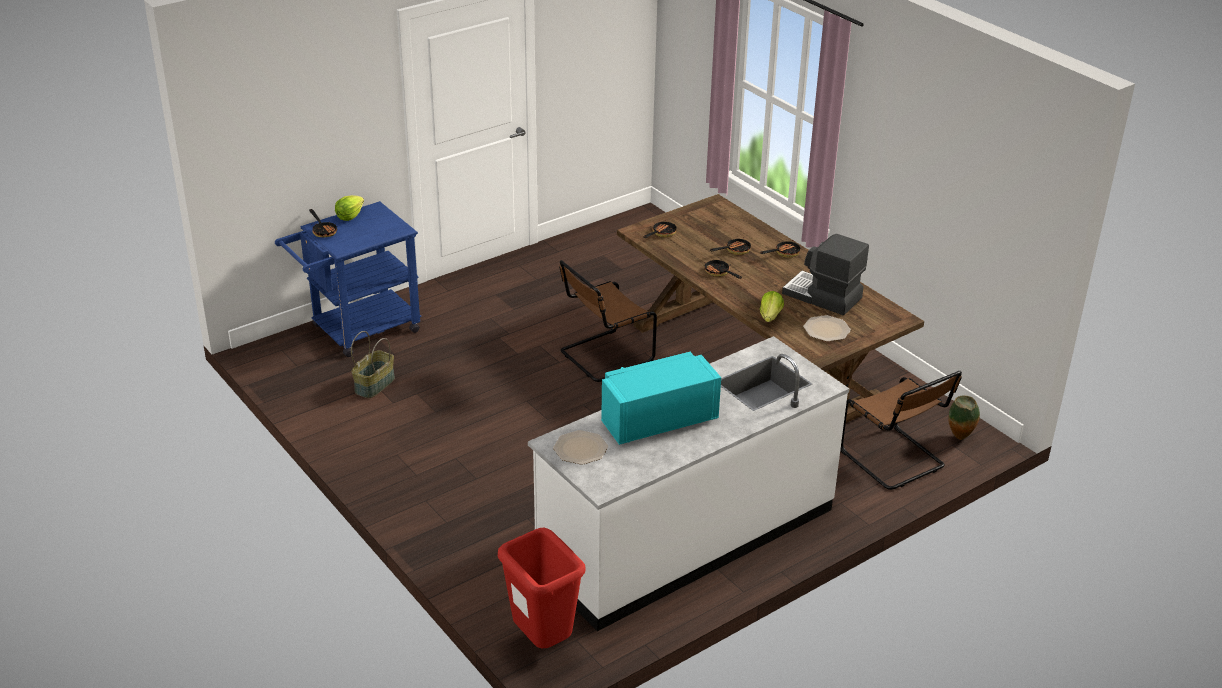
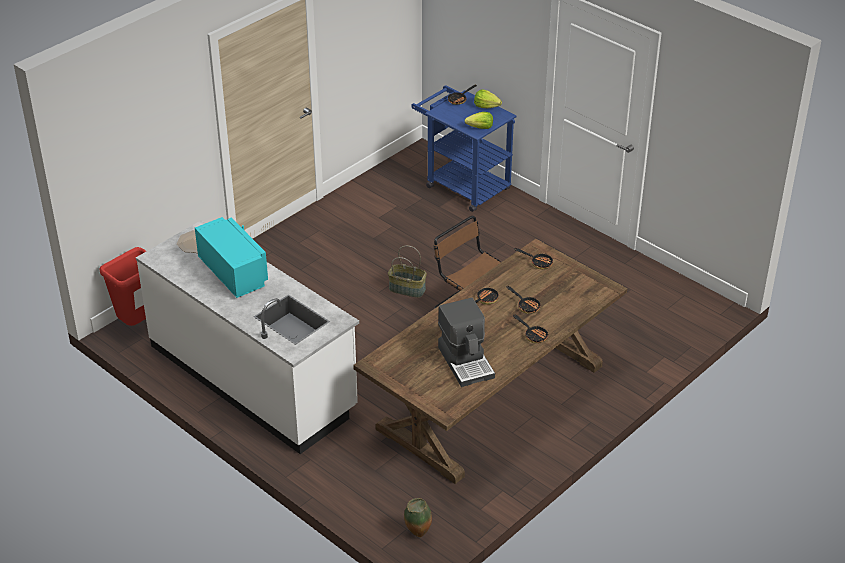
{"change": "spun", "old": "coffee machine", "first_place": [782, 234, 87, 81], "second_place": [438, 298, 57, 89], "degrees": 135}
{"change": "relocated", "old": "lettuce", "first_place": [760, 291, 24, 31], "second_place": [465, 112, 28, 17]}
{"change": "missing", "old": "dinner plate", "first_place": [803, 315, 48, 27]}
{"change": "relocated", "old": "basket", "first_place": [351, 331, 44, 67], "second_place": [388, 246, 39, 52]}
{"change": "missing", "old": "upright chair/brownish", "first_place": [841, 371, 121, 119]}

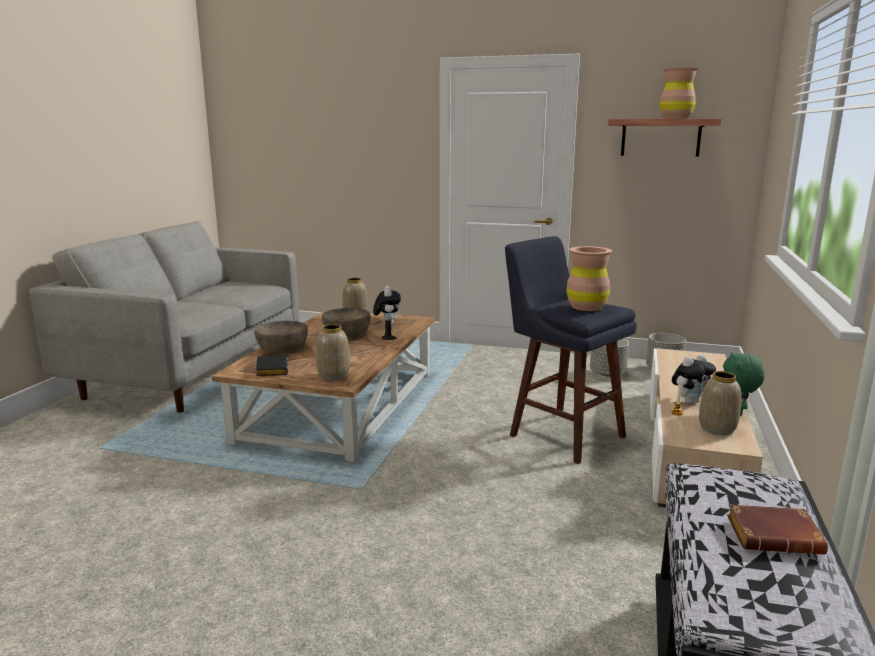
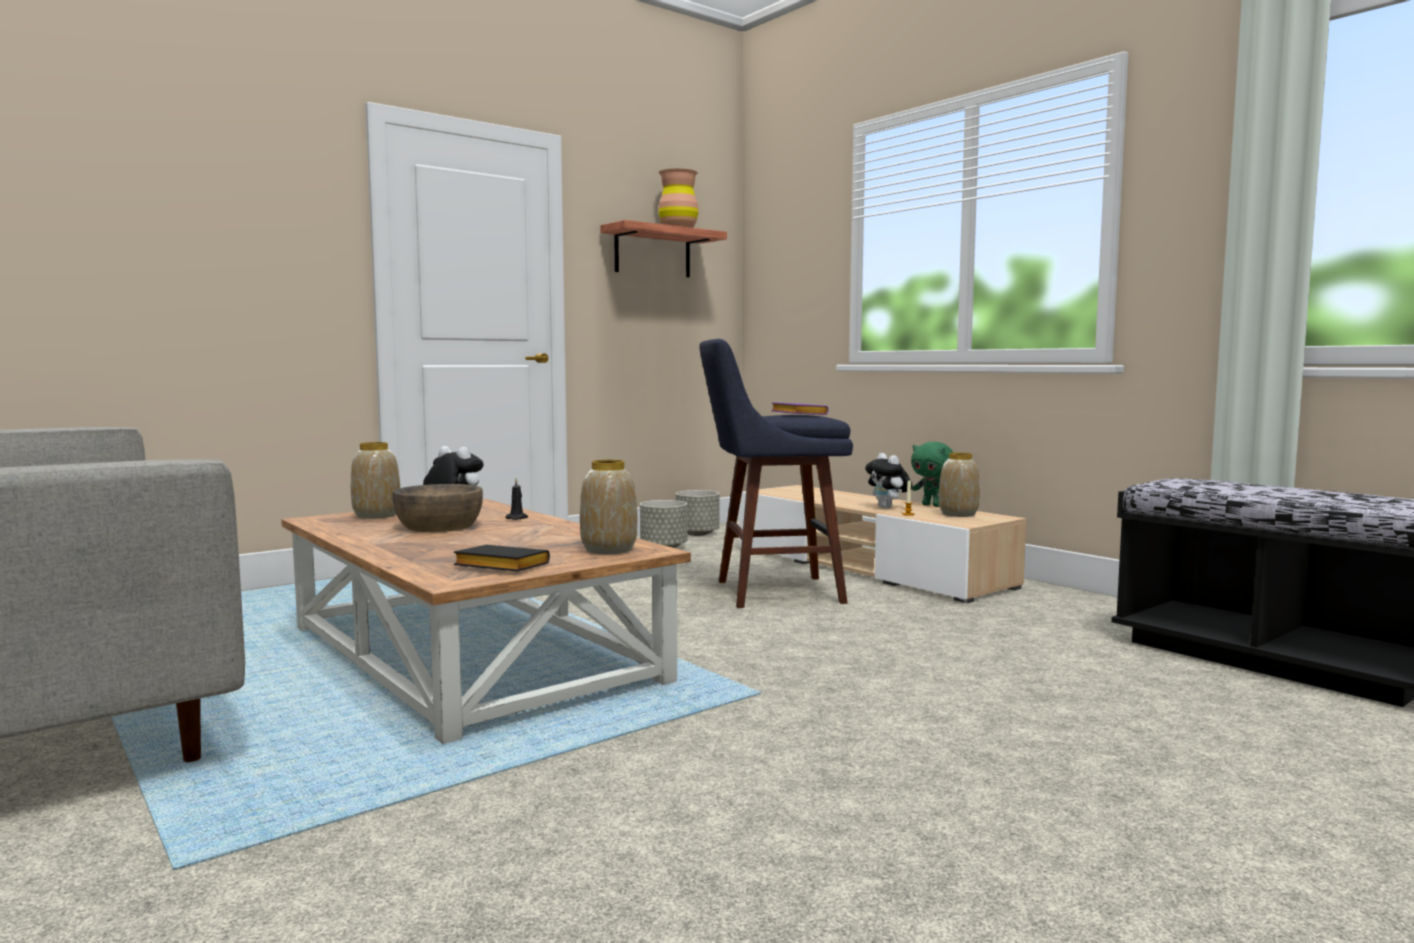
{"change": "exchanged", "old": "vase/brownish", "new": "volume/purple-coloured", "first_place": [566, 246, 46, 65], "second_place": [771, 402, 58, 13]}
{"change": "missing", "old": "bowl/brownish", "first_place": [255, 321, 53, 34]}
{"change": "spun", "old": "plush toy", "first_place": [672, 354, 44, 50], "second_place": [865, 453, 48, 56], "degrees": 150}
{"change": "missing", "old": "volume/brownish", "first_place": [727, 505, 101, 50]}

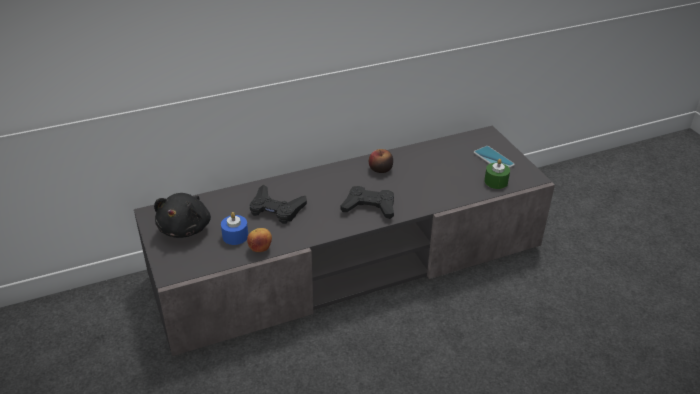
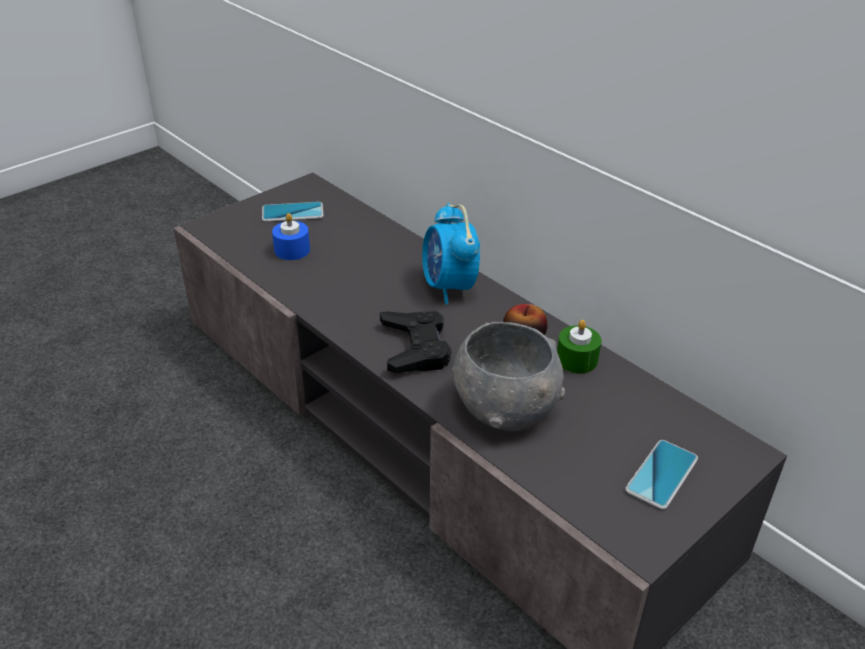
{"change": "relocated", "old": "wax light/greenish", "first_place": [484, 159, 26, 30], "second_place": [557, 320, 44, 54]}
{"change": "missing", "old": "joypad/black", "first_place": [250, 185, 57, 39]}
{"change": "exchanged", "old": "plush toy/black", "new": "telephone", "first_place": [154, 193, 57, 45], "second_place": [262, 202, 62, 20]}
{"change": "missing", "old": "apple", "first_place": [247, 228, 25, 24]}
{"change": "appeared", "new": "alarm clock", "second_place": [422, 203, 58, 101]}
{"change": "appeared", "new": "bowl/greyish", "second_place": [452, 322, 113, 109]}

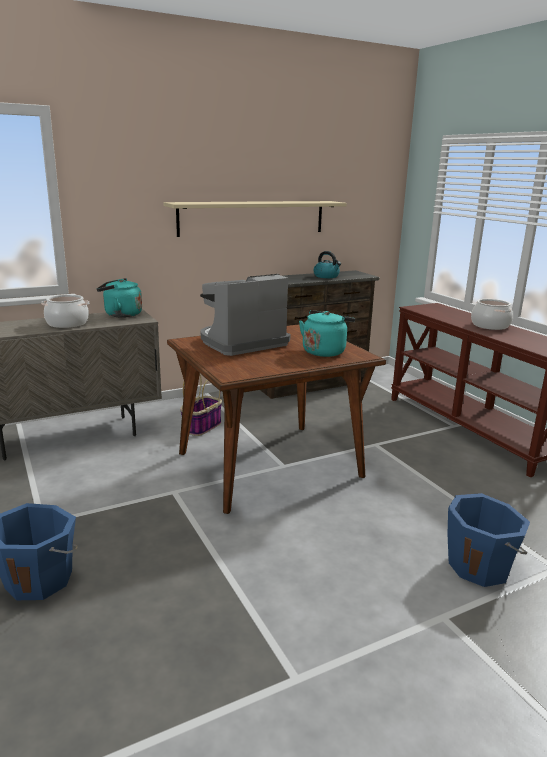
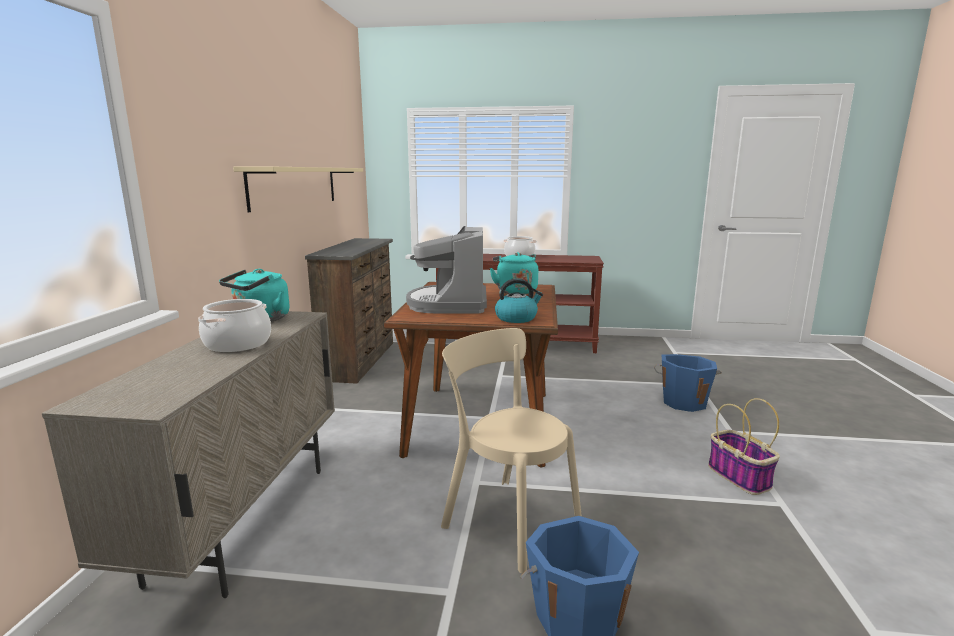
{"change": "relocated", "old": "tea kettle", "first_place": [314, 251, 27, 27], "second_place": [495, 278, 48, 45]}
{"change": "relocated", "old": "basket", "first_place": [180, 375, 42, 61], "second_place": [708, 398, 72, 97]}
{"change": "appeared", "new": "upright chair/beige", "second_place": [441, 328, 141, 245]}

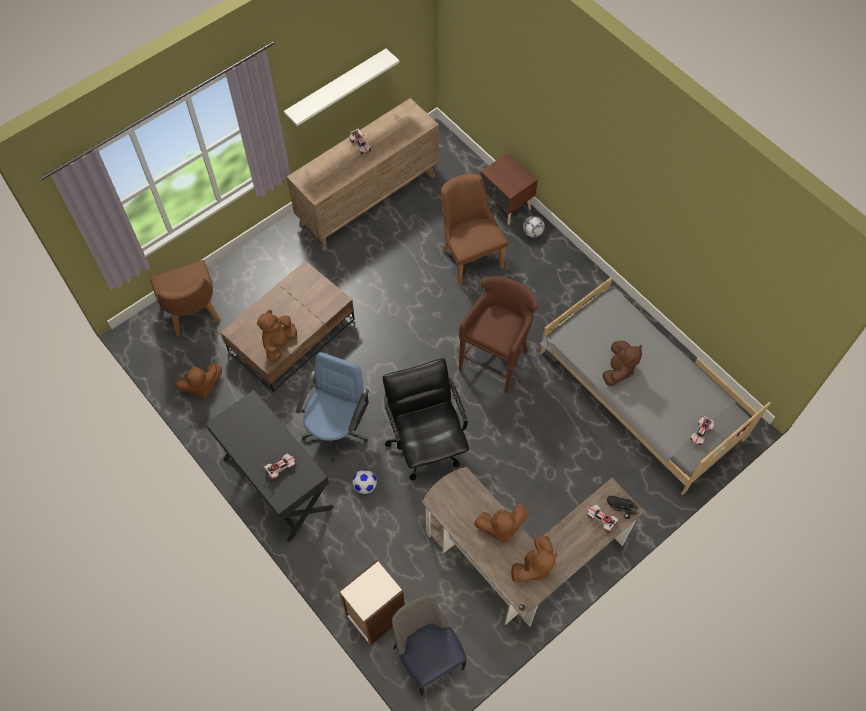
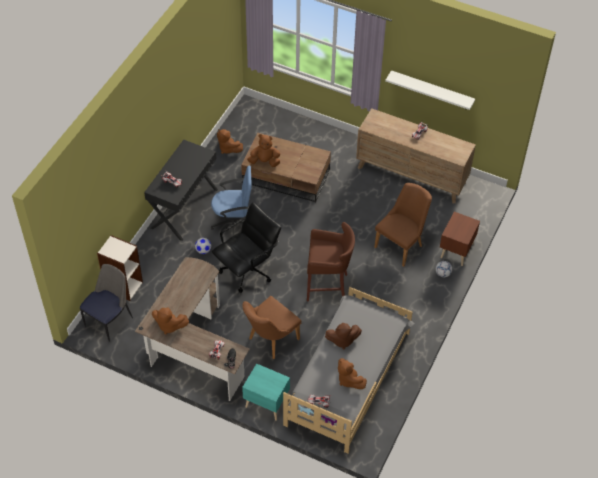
{"change": "relocated", "old": "upright chair/brownish", "first_place": [150, 260, 71, 77], "second_place": [243, 296, 59, 63]}
{"change": "relocated", "old": "plush toy/brownish", "first_place": [474, 504, 55, 39], "second_place": [338, 358, 29, 31]}
{"change": "appeared", "new": "bedside table/blue-green", "second_place": [242, 363, 48, 58]}

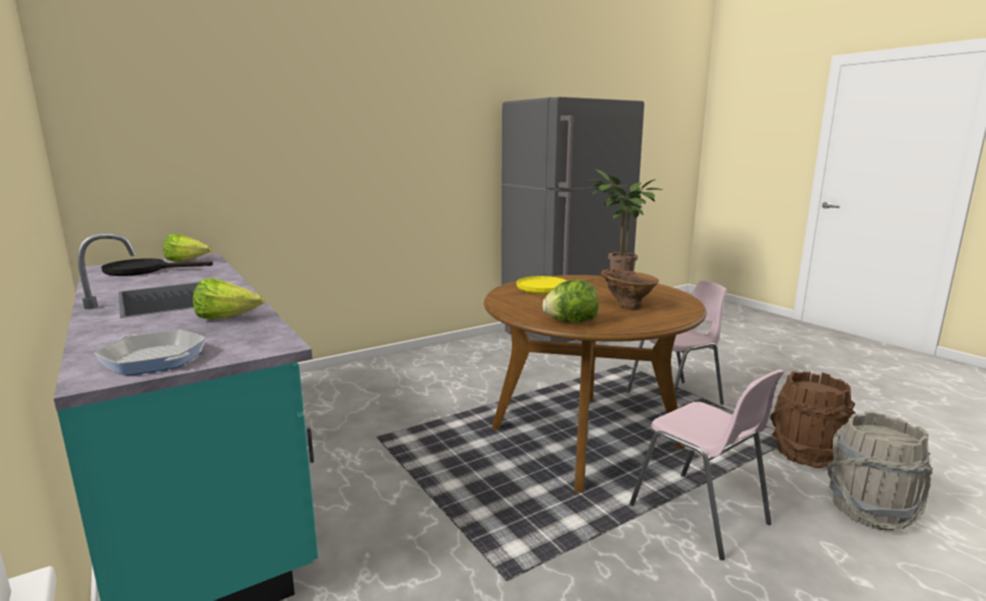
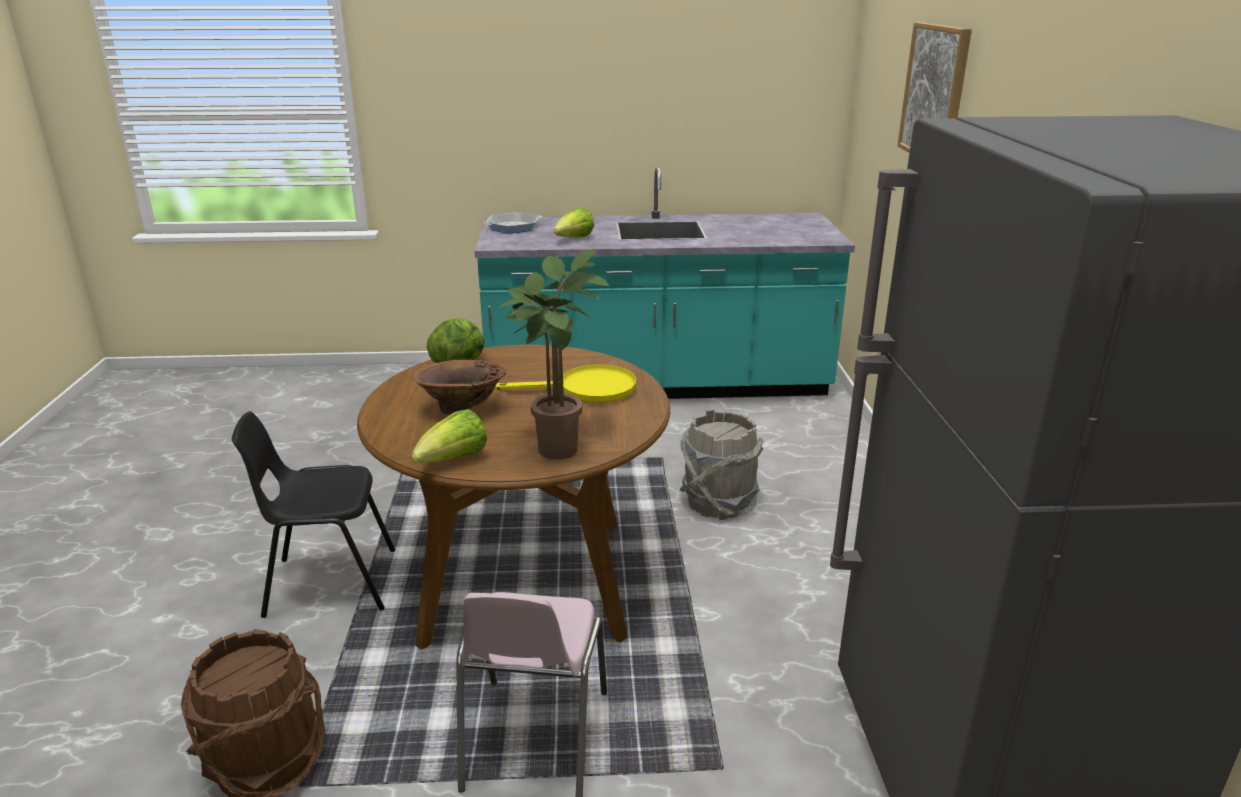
{"change": "relocated", "old": "lettuce", "first_place": [163, 234, 48, 28], "second_place": [412, 409, 75, 54]}
{"change": "missing", "old": "skillet/black", "first_place": [101, 258, 112, 18]}
{"change": "colour", "old": "upright chair/pink-coloured", "new": "upright chair/black", "first_place": [629, 369, 155, 191], "second_place": [232, 411, 163, 207]}
{"change": "relocated", "old": "bucket/greyish", "first_place": [827, 411, 106, 119], "second_place": [680, 410, 84, 110]}
{"change": "appeared", "new": "picture", "second_place": [897, 22, 75, 131]}

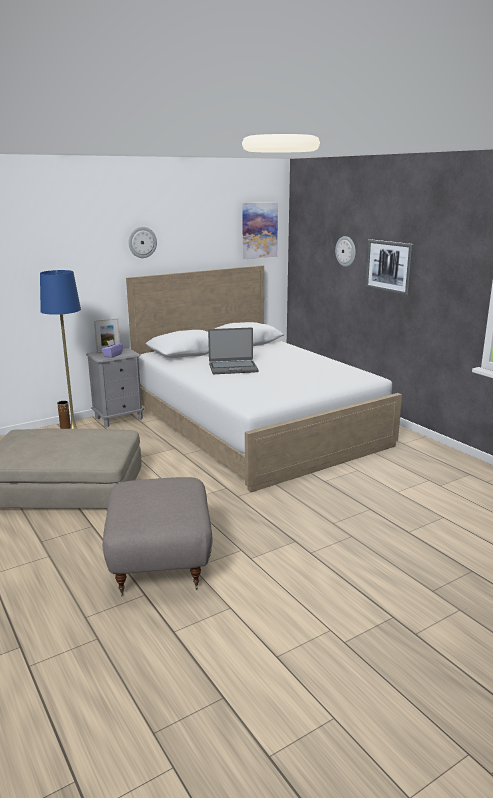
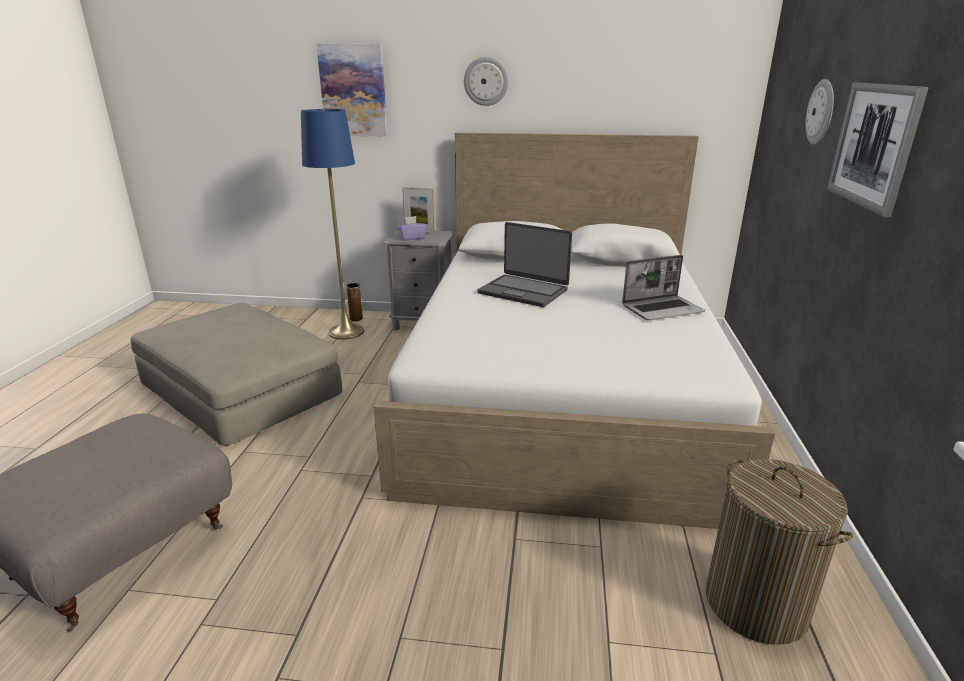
{"change": "relocated", "old": "picture", "first_place": [242, 202, 36, 57], "second_place": [316, 44, 71, 92]}
{"change": "appeared", "new": "laptop", "second_place": [622, 255, 83, 65]}
{"change": "appeared", "new": "hamper", "second_place": [706, 459, 147, 186]}

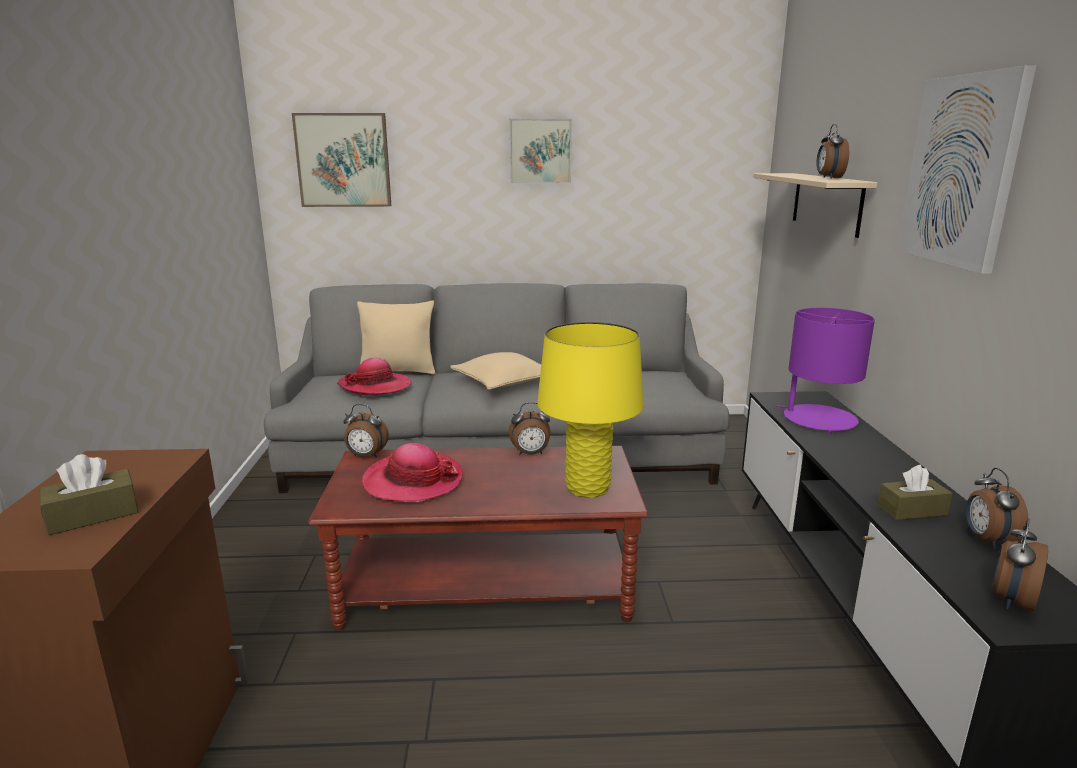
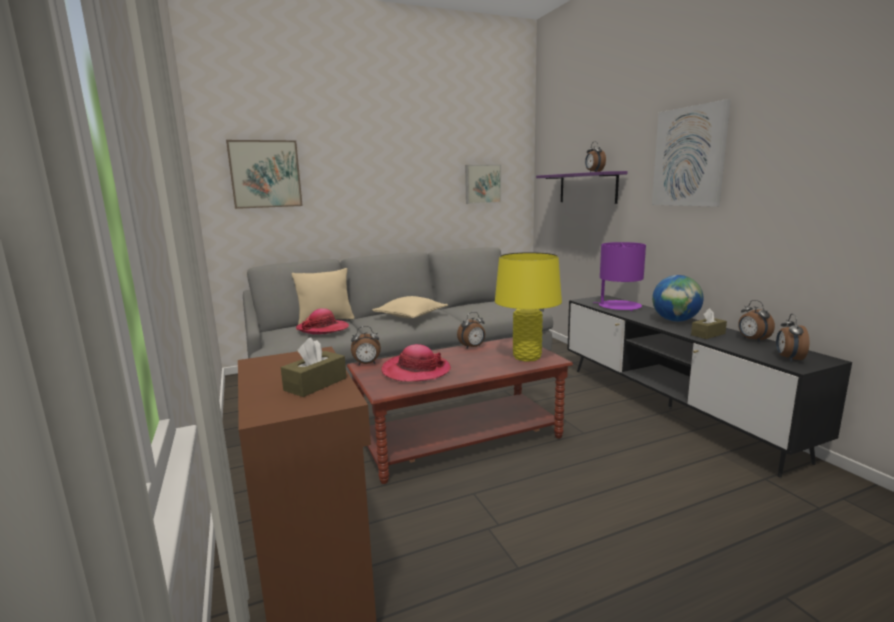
{"change": "relocated", "old": "picture", "first_place": [510, 119, 62, 64], "second_place": [465, 164, 36, 40]}
{"change": "colour", "old": "bracket shelf/beige", "new": "bracket shelf/purple-coloured", "first_place": [754, 173, 123, 65], "second_place": [536, 171, 92, 33]}
{"change": "appeared", "new": "world globe", "second_place": [652, 275, 52, 47]}

